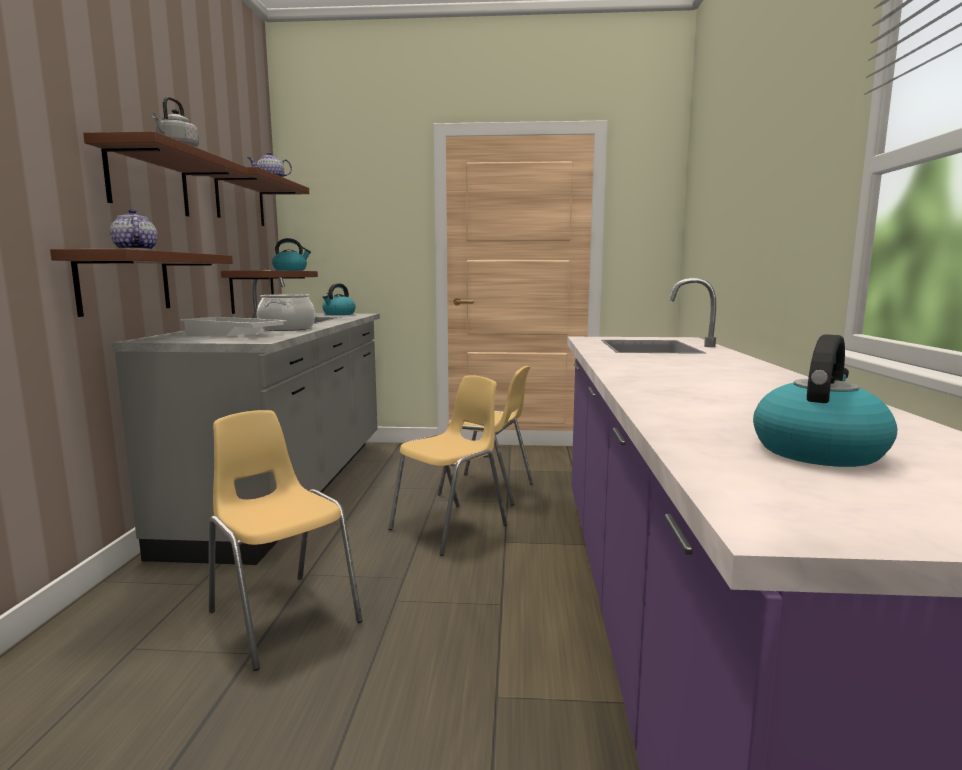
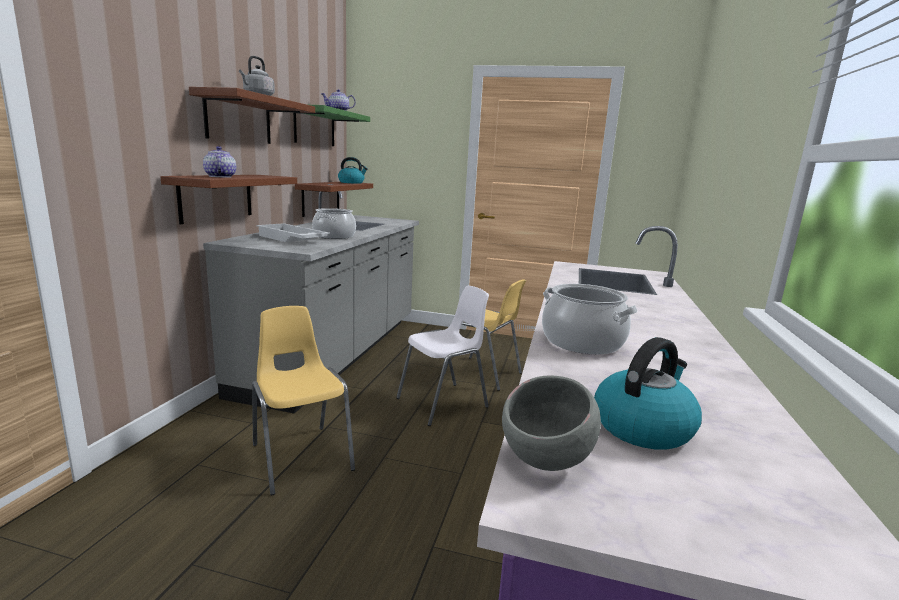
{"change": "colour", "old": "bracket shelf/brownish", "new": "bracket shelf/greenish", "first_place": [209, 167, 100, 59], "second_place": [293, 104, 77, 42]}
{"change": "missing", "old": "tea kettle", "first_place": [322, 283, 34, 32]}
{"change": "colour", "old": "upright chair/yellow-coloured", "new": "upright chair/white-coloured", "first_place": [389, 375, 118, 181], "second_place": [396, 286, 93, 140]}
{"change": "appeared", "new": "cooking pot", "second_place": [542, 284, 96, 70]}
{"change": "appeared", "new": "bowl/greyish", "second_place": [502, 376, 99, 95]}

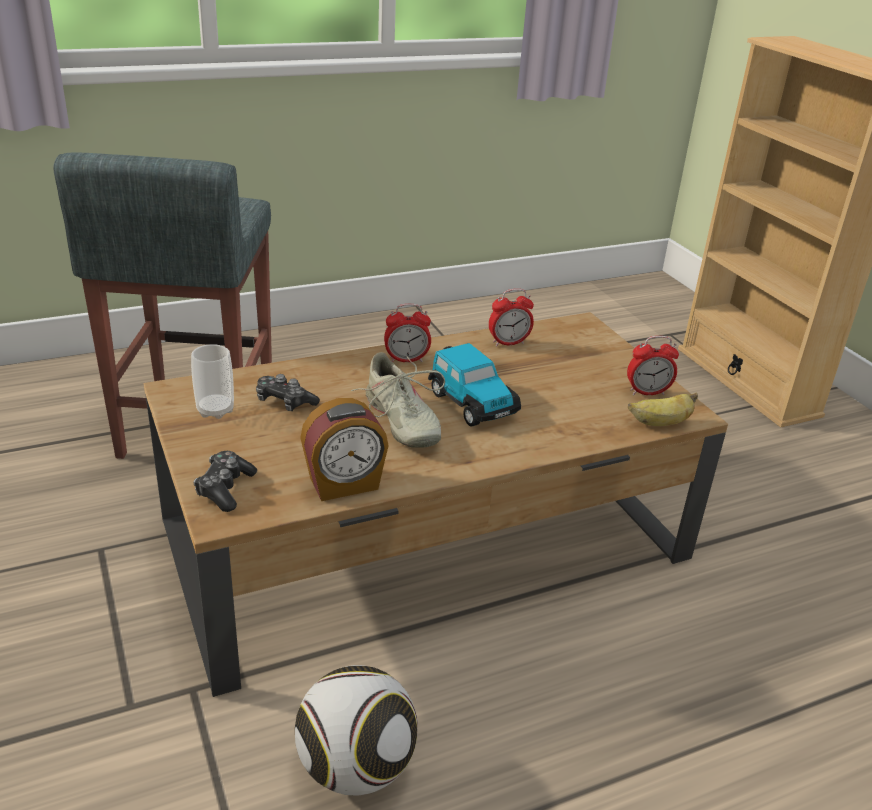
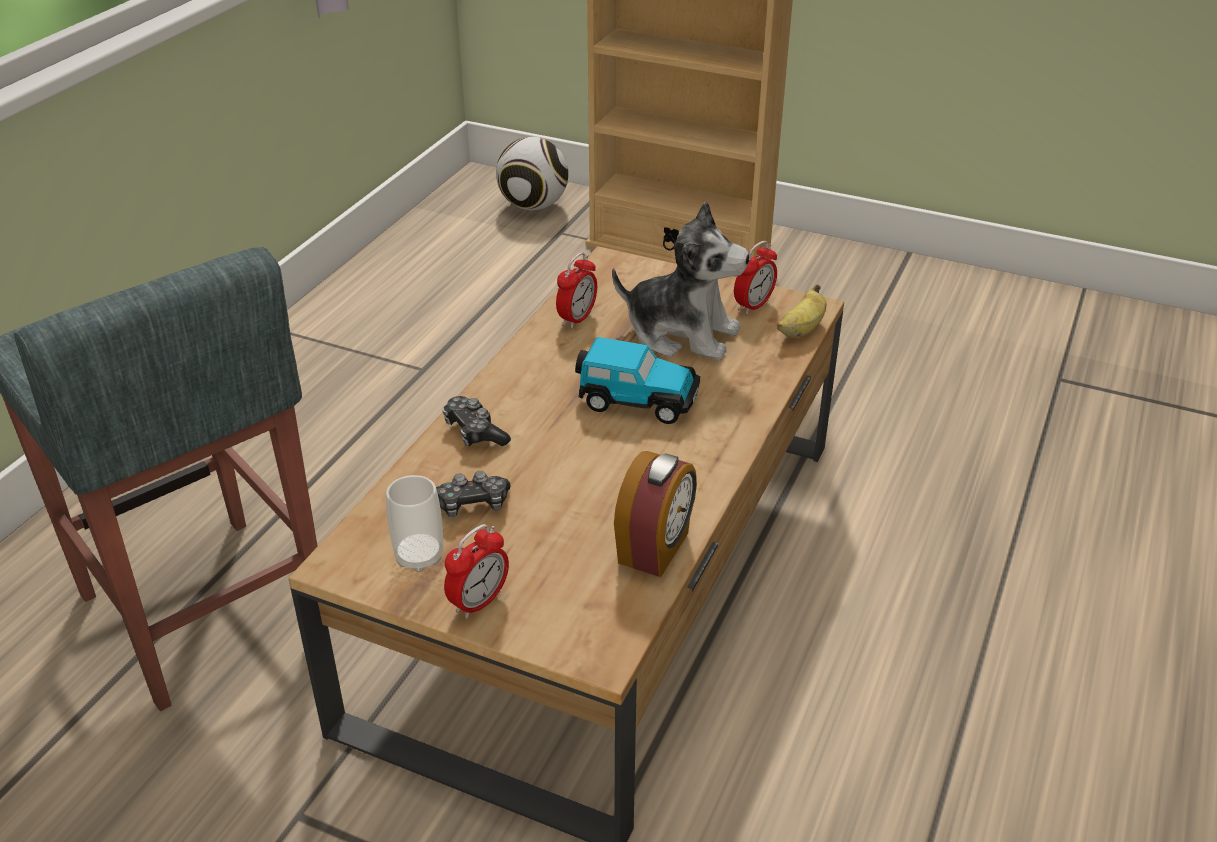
{"change": "relocated", "old": "alarm clock", "first_place": [384, 304, 47, 58], "second_place": [444, 524, 65, 95]}
{"change": "missing", "old": "item of footwear/beige", "first_place": [351, 352, 94, 96]}
{"change": "relocated", "old": "joypad", "first_place": [193, 451, 64, 61], "second_place": [442, 396, 69, 50]}
{"change": "relocated", "old": "ball for football", "first_place": [295, 665, 123, 131], "second_place": [496, 137, 72, 74]}
{"change": "appeared", "new": "plush toy", "second_place": [612, 201, 138, 159]}

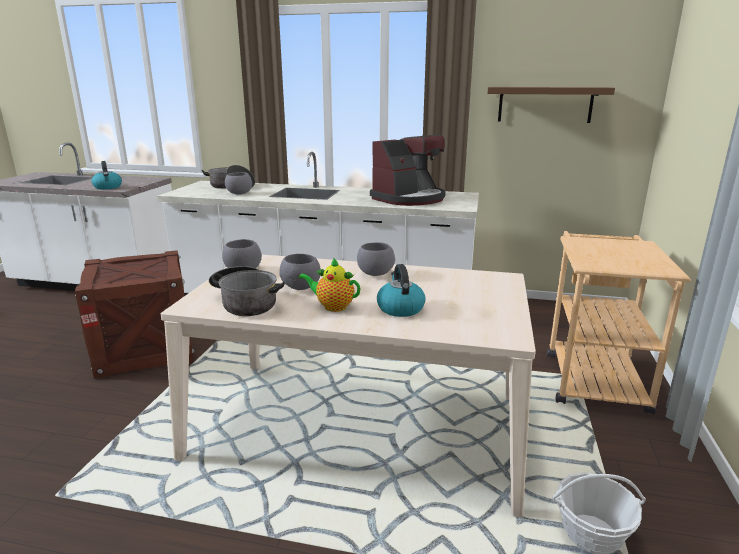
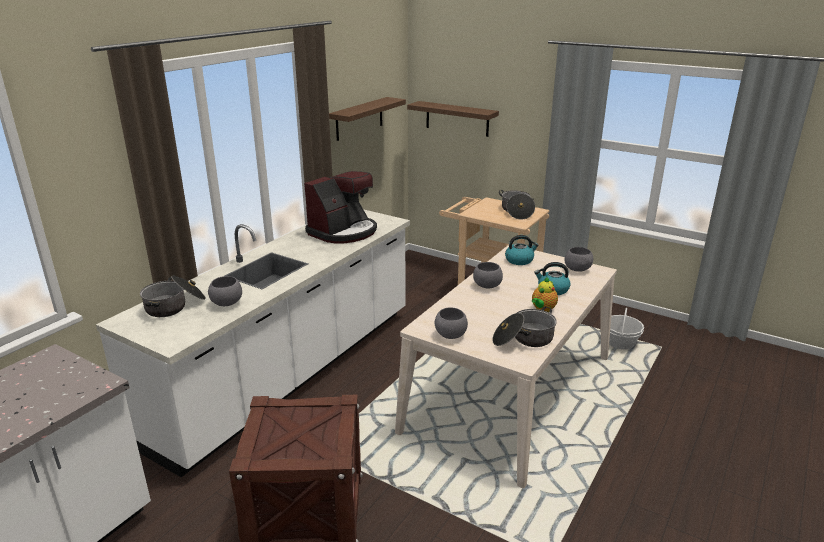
{"change": "spun", "old": "coffee machine", "first_place": [370, 135, 76, 71], "second_place": [304, 171, 73, 73], "degrees": 60}
{"change": "relocated", "old": "tea kettle", "first_place": [91, 161, 31, 28], "second_place": [505, 235, 34, 30]}
{"change": "relocated", "old": "bowl/greyish", "first_place": [279, 254, 41, 36], "second_place": [565, 247, 28, 25]}
{"change": "appeared", "new": "bracket shelf/brownish", "second_place": [407, 101, 92, 36]}
{"change": "appeared", "new": "cooking pot", "second_place": [499, 190, 36, 30]}

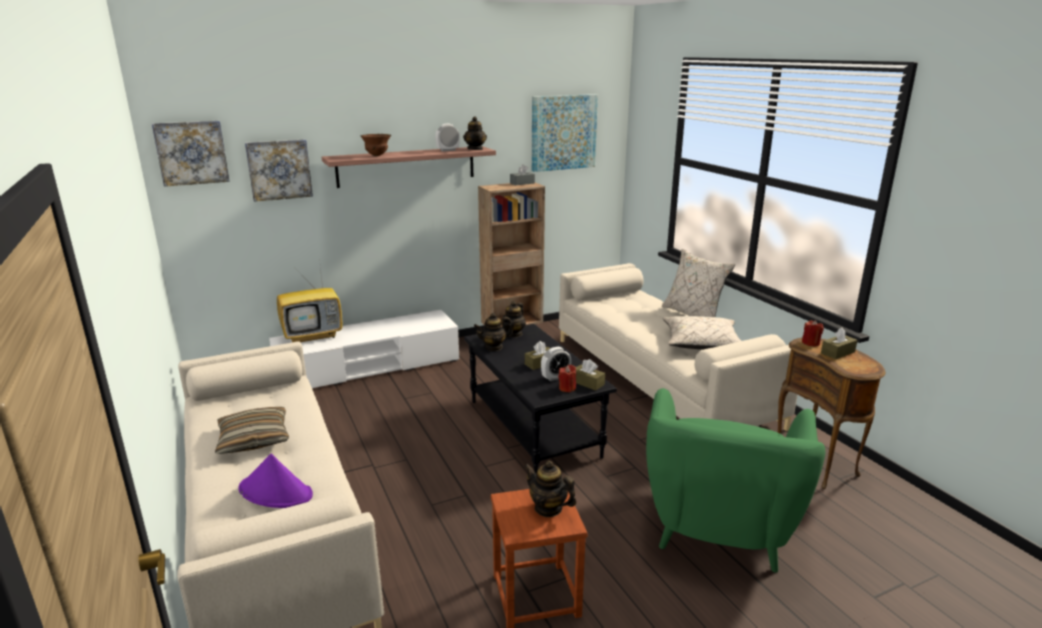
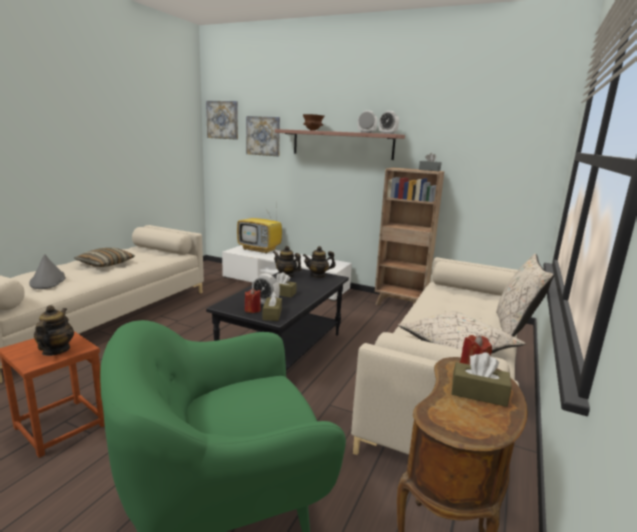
{"change": "missing", "old": "picture", "first_place": [532, 94, 66, 78]}
{"change": "exchanged", "old": "pot for tea", "new": "alarm clock", "first_place": [463, 116, 24, 34], "second_place": [379, 111, 20, 23]}
{"change": "colour", "old": "clothing hat/purple-coloured", "new": "clothing hat/greyish", "first_place": [238, 454, 75, 54], "second_place": [29, 254, 37, 35]}

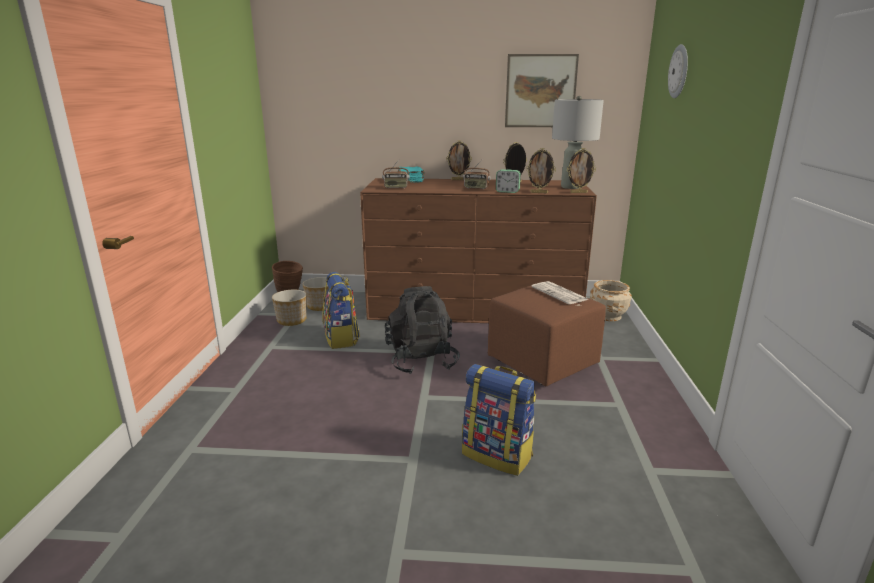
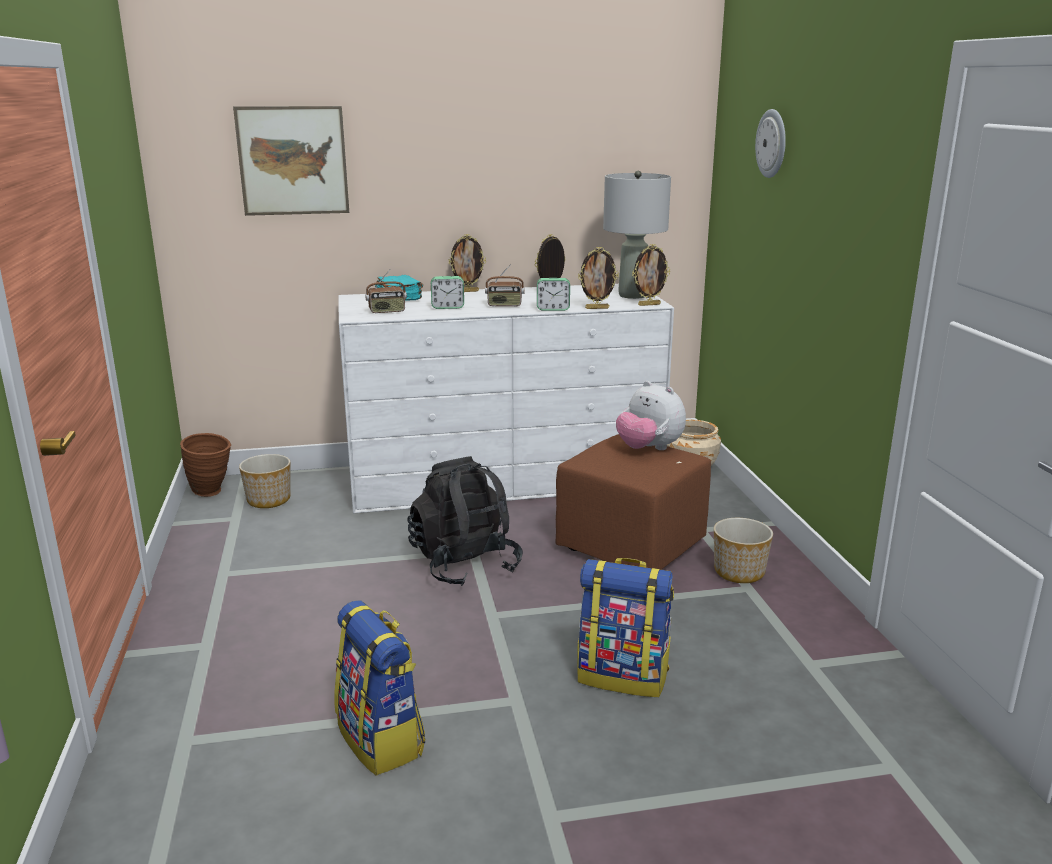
{"change": "relocated", "old": "picture", "first_place": [505, 54, 74, 73], "second_place": [233, 106, 116, 110]}
{"change": "colour", "old": "chest of drawers/brownish", "new": "chest of drawers/white-coloured", "first_place": [360, 178, 237, 145], "second_place": [338, 284, 336, 229]}
{"change": "relocated", "old": "backpack", "first_place": [322, 272, 38, 77], "second_place": [334, 600, 91, 176]}
{"change": "exchanged", "old": "daily paper", "new": "plush toy", "first_place": [531, 281, 57, 23], "second_place": [616, 381, 70, 69]}
{"change": "relocated", "old": "plant pot", "first_place": [272, 290, 35, 36], "second_place": [714, 518, 59, 65]}
{"change": "appeared", "new": "alarm clock", "second_place": [431, 276, 33, 33]}

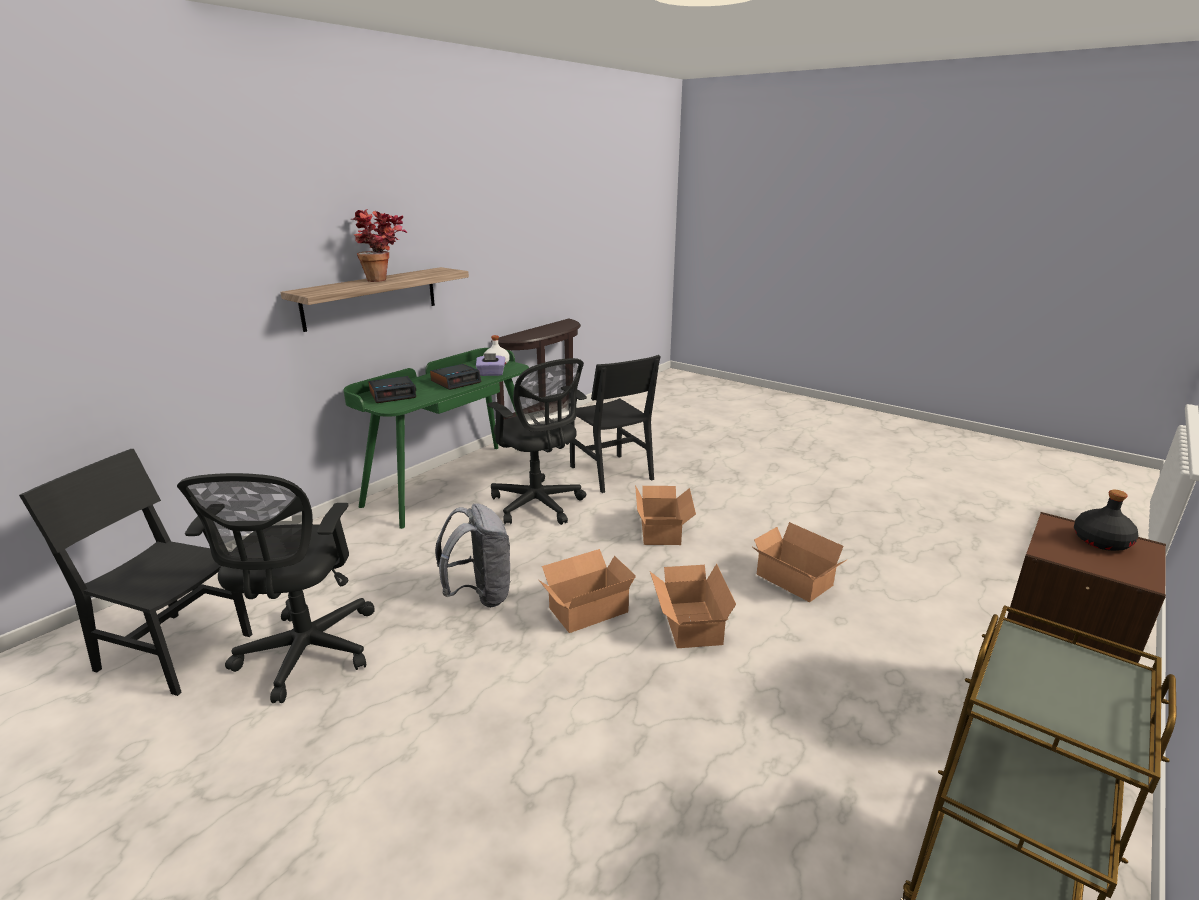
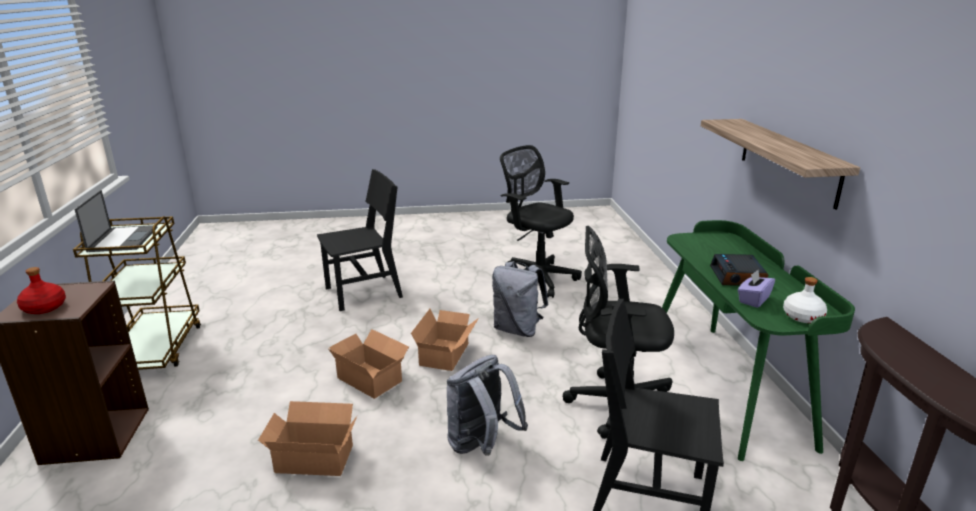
{"change": "missing", "old": "potted plant", "first_place": [352, 209, 55, 73]}
{"change": "missing", "old": "alarm clock", "first_place": [368, 376, 48, 27]}
{"change": "relocated", "old": "upright chair/black", "first_place": [19, 449, 234, 247], "second_place": [317, 169, 86, 142]}
{"change": "exchanged", "old": "cardboard box", "new": "backpack/greyish", "first_place": [635, 485, 61, 60], "second_place": [447, 355, 81, 101]}
{"change": "colour", "old": "bottle/black", "new": "bottle/reddish", "first_place": [1074, 490, 64, 61], "second_place": [17, 267, 49, 47]}
{"change": "appeared", "new": "laptop", "second_place": [74, 190, 84, 62]}

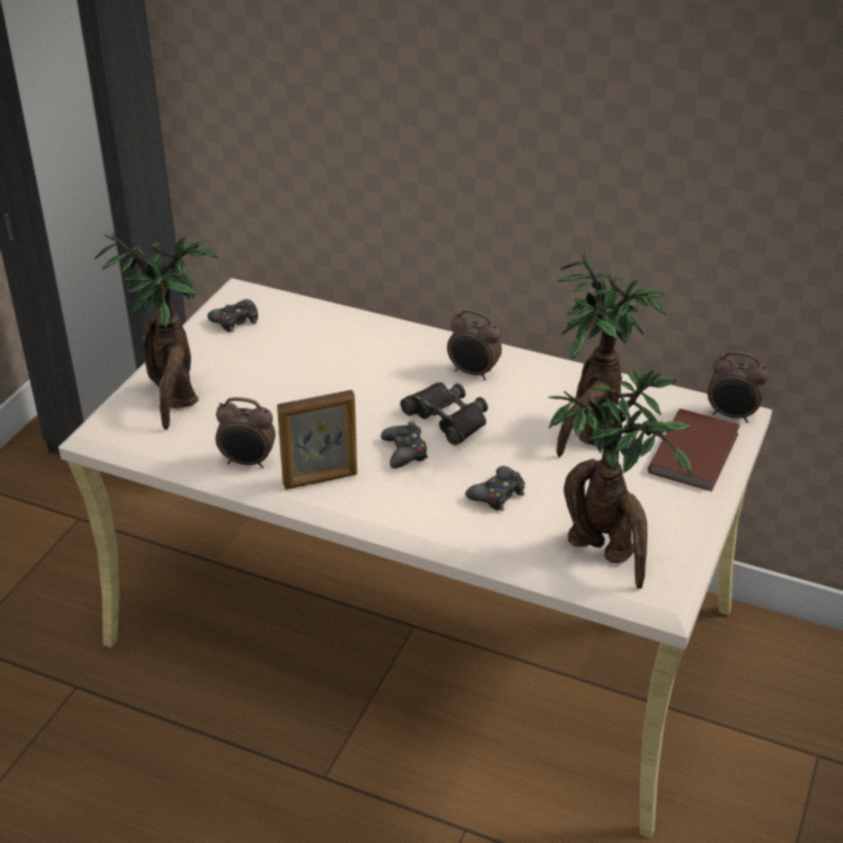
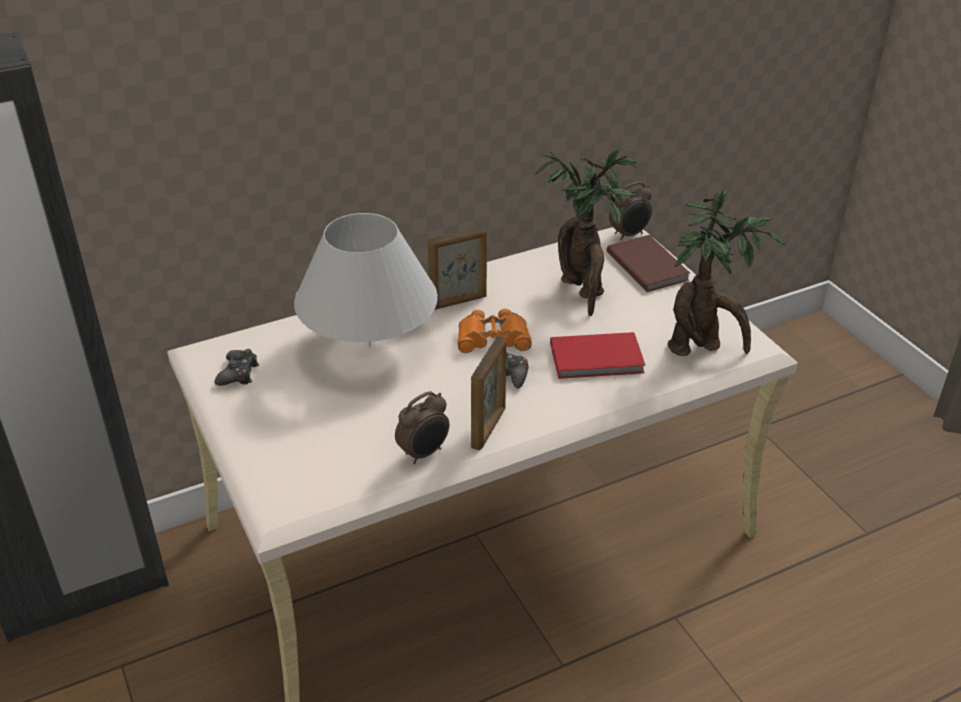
{"change": "missing", "old": "potted plant", "first_place": [94, 232, 124, 198]}
{"change": "exchanged", "old": "alarm clock", "new": "picture frame", "first_place": [447, 310, 55, 70], "second_place": [428, 227, 59, 83]}
{"change": "colour", "old": "field glasses/black", "new": "field glasses/orange", "first_place": [400, 382, 88, 63], "second_place": [458, 309, 74, 44]}
{"change": "exchanged", "old": "joypad/black", "new": "volume/reddish", "first_place": [465, 466, 60, 45], "second_place": [550, 332, 96, 47]}
{"change": "appeared", "new": "table lamp/white-coloured", "second_place": [294, 213, 144, 134]}

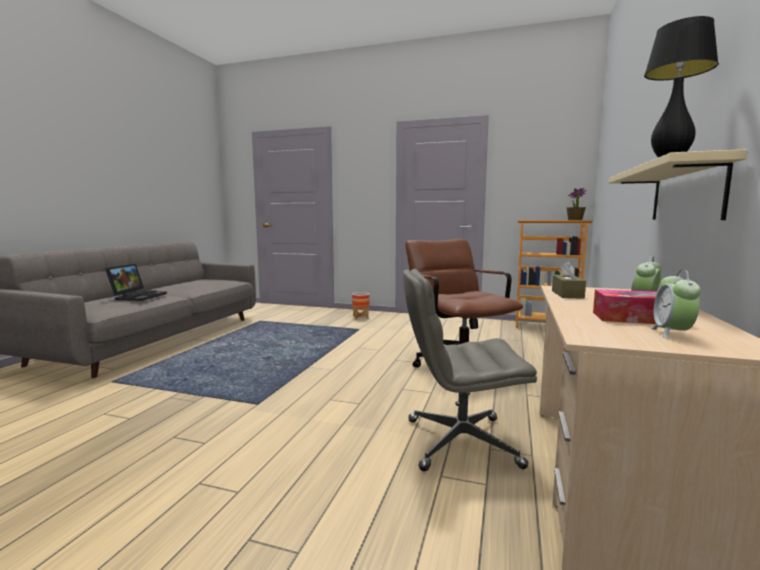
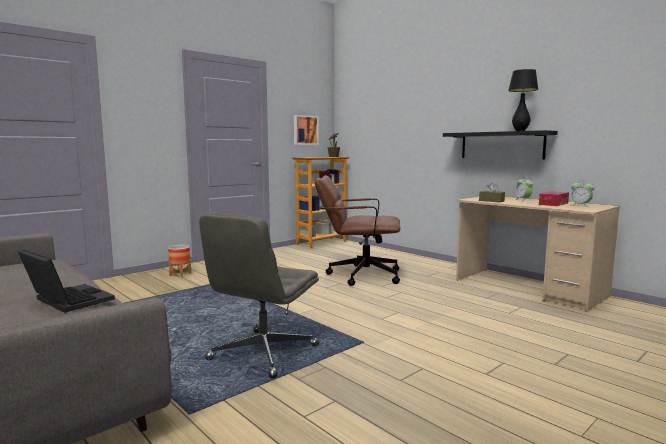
{"change": "colour", "old": "bracket shelf/beige", "new": "bracket shelf/black", "first_place": [608, 149, 139, 71], "second_place": [443, 130, 115, 29]}
{"change": "relocated", "old": "computer chair/greyish", "first_place": [403, 269, 134, 202], "second_place": [199, 213, 120, 165]}
{"change": "appeared", "new": "picture", "second_place": [294, 115, 25, 30]}

